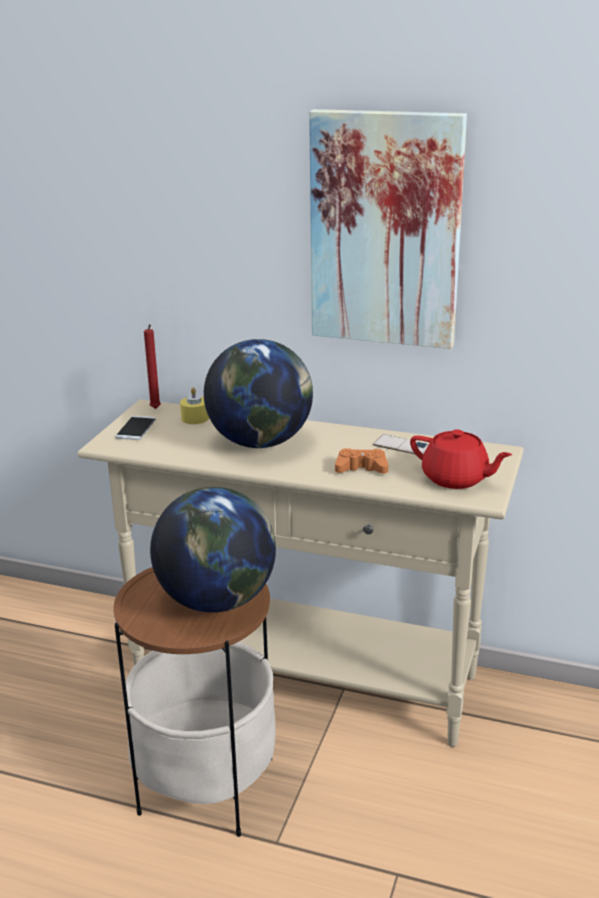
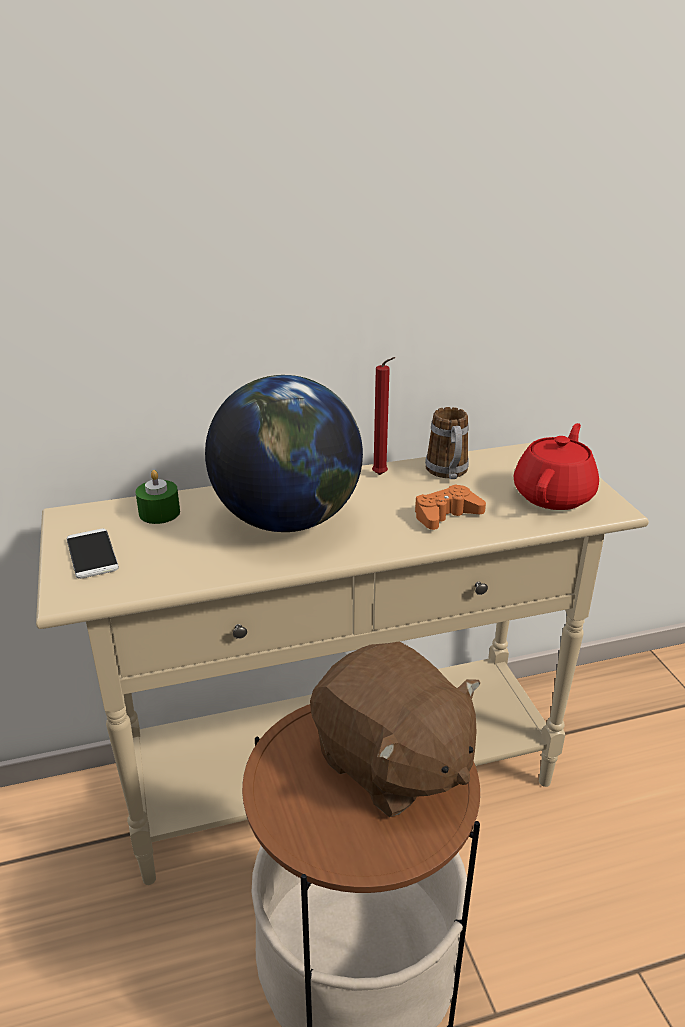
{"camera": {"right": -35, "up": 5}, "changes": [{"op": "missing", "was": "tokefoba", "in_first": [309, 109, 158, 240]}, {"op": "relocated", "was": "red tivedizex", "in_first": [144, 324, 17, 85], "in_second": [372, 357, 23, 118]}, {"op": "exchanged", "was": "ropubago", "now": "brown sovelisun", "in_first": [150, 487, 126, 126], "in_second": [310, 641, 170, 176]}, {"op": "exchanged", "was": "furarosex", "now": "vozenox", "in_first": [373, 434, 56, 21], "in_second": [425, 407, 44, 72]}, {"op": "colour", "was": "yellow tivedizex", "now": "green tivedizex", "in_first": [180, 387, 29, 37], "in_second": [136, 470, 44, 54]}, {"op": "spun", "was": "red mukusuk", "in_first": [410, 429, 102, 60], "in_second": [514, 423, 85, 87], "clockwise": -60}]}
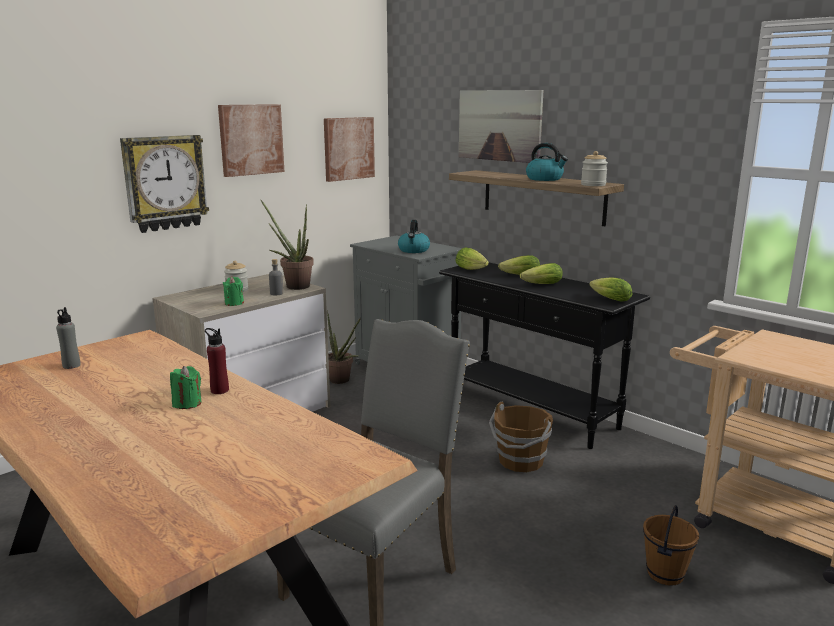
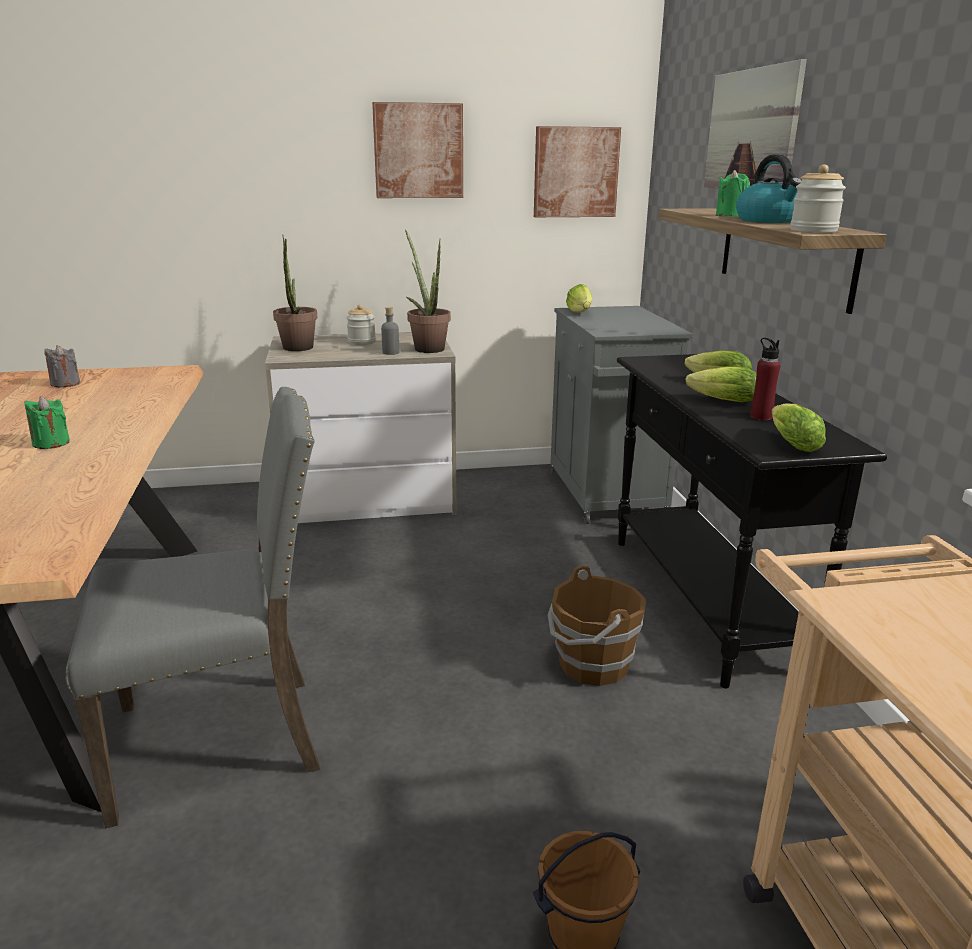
{"camera": {"right": 35, "up": 5}, "changes": [{"op": "missing", "was": "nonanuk", "in_first": [120, 135, 89, 98]}, {"op": "missing", "was": "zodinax", "in_first": [398, 220, 32, 33]}, {"op": "relocated", "was": "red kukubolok", "in_first": [205, 328, 24, 66], "in_second": [750, 338, 31, 82]}, {"op": "relocated", "was": "green tivedizex", "in_first": [223, 277, 21, 29], "in_second": [716, 170, 34, 46]}, {"op": "relocated", "was": "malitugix", "in_first": [327, 310, 34, 74], "in_second": [273, 235, 45, 116]}, {"op": "relocated", "was": "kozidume", "in_first": [455, 247, 34, 23], "in_second": [566, 284, 26, 29]}, {"op": "exchanged", "was": "grey kukubolok", "now": "grey tivedizex", "in_first": [56, 307, 25, 62], "in_second": [44, 345, 36, 42]}]}
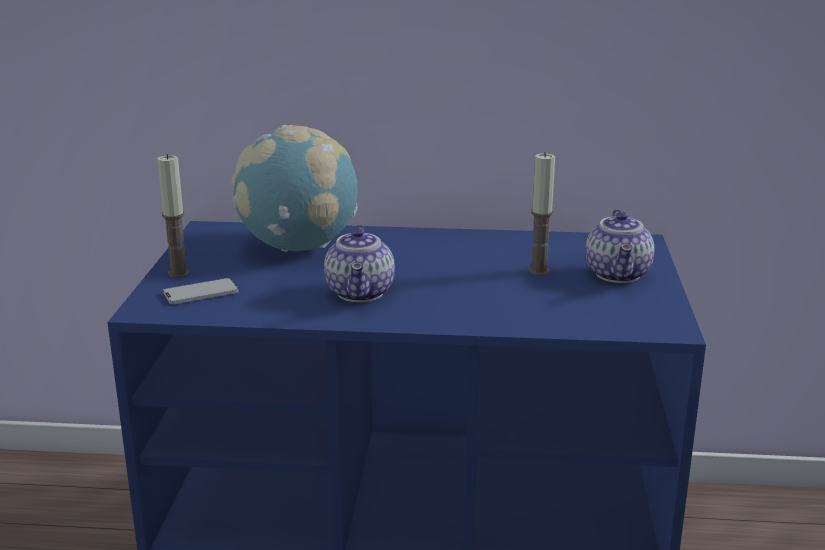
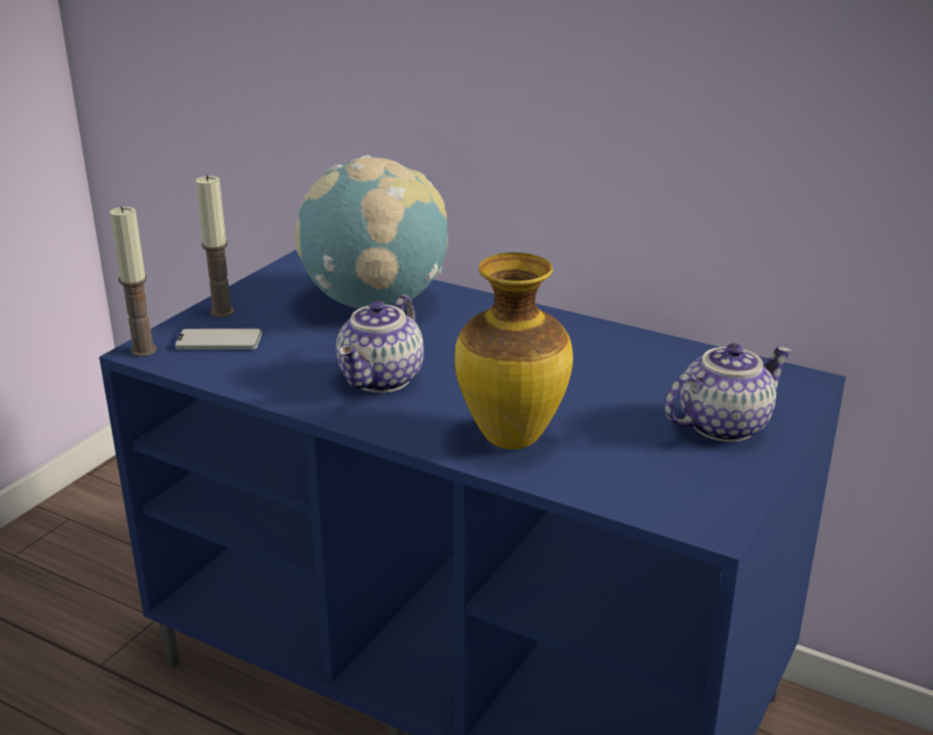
{"camera": {"right": 25, "up": 5}, "changes": [{"op": "appeared", "now": "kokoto", "in_second": [455, 252, 118, 197]}, {"op": "relocated", "was": "tivedizex", "in_first": [529, 152, 26, 123], "in_second": [109, 206, 48, 151]}, {"op": "spun", "was": "mukusuk", "in_first": [585, 209, 69, 74], "in_second": [665, 343, 127, 99], "clockwise": -150}]}
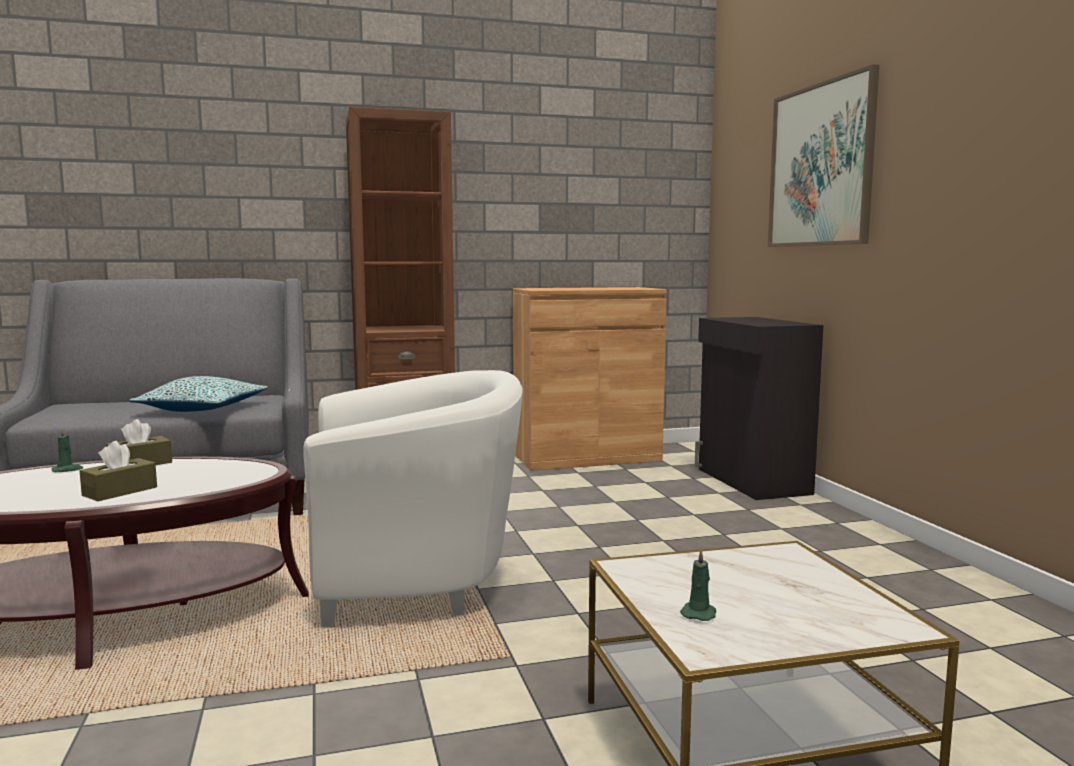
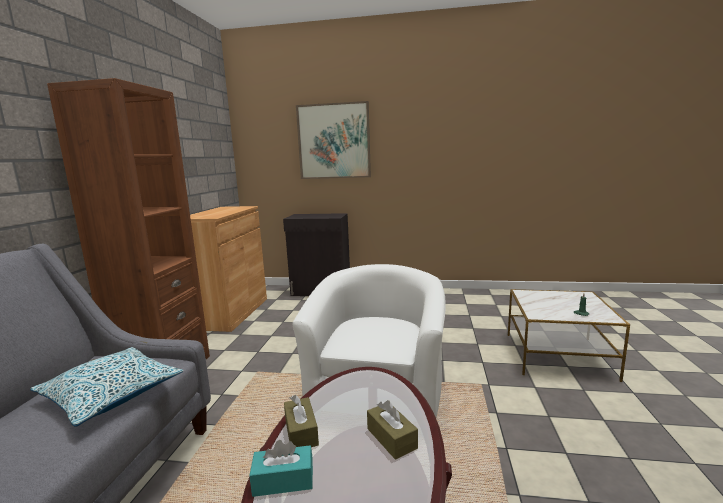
{"camera": {"right": -65, "up": 5}, "changes": [{"op": "exchanged", "was": "green tivedizex", "now": "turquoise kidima", "in_first": [52, 427, 31, 45], "in_second": [249, 440, 64, 57]}]}
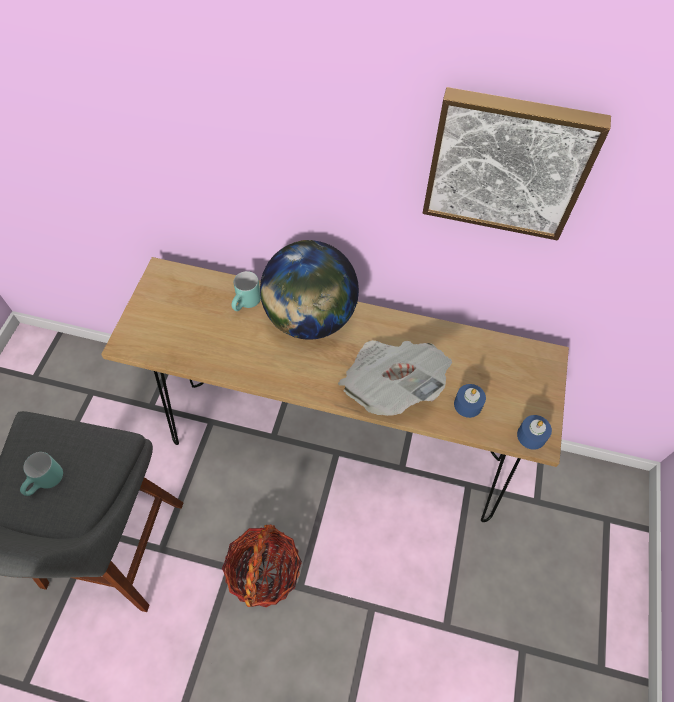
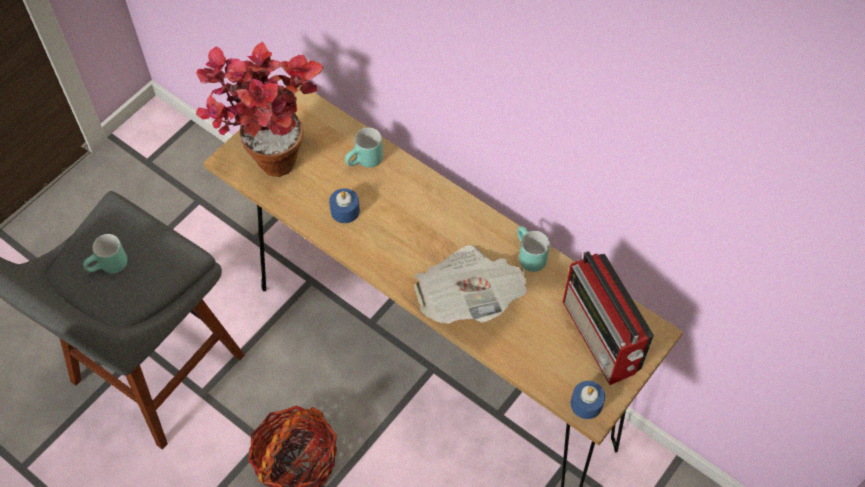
{"camera": {"right": 25, "up": 0}, "changes": [{"op": "missing", "was": "ropubago", "in_first": [260, 240, 99, 99]}, {"op": "missing", "was": "tokefoba", "in_first": [422, 87, 189, 154]}, {"op": "appeared", "now": "malitugix", "in_second": [196, 42, 128, 135]}, {"op": "appeared", "now": "turquoise vozenox", "in_second": [517, 226, 33, 46]}, {"op": "appeared", "now": "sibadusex", "in_second": [563, 251, 91, 134]}, {"op": "relocated", "was": "blue tivedizex", "in_first": [454, 384, 32, 34], "in_second": [329, 188, 31, 35]}]}
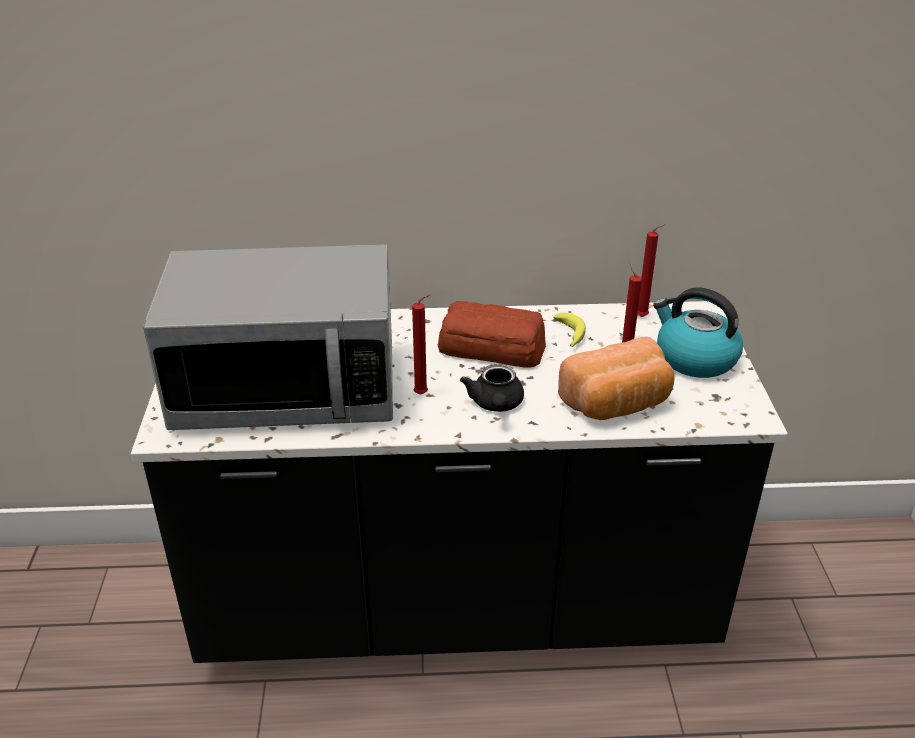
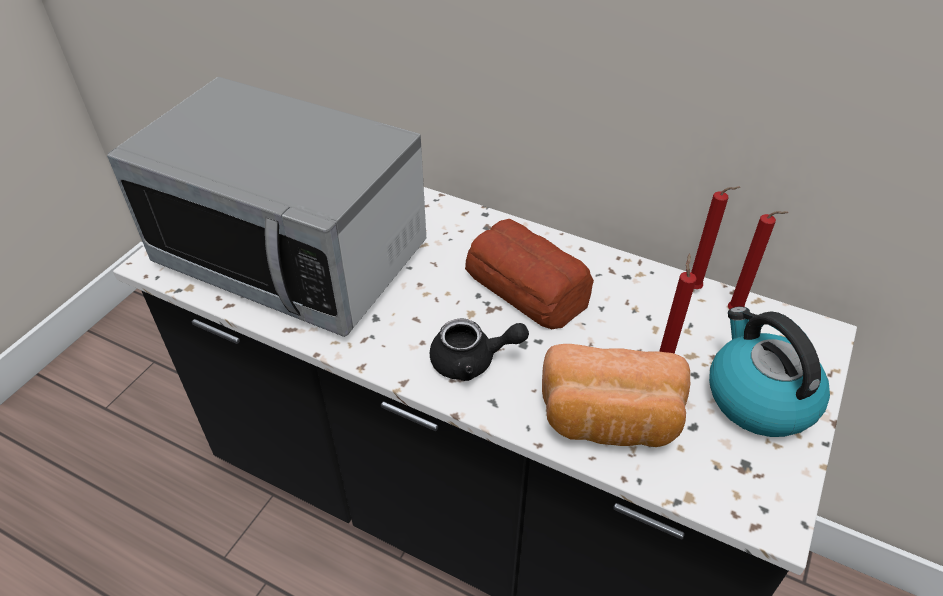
{"camera": {"right": 30, "up": 10}, "changes": [{"op": "missing", "was": "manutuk", "in_first": [553, 313, 33, 34]}, {"op": "relocated", "was": "red tivedizex", "in_first": [412, 294, 19, 101], "in_second": [691, 186, 50, 103]}, {"op": "spun", "was": "black mukusuk", "in_first": [460, 364, 64, 48], "in_second": [430, 318, 99, 63], "clockwise": -120}]}
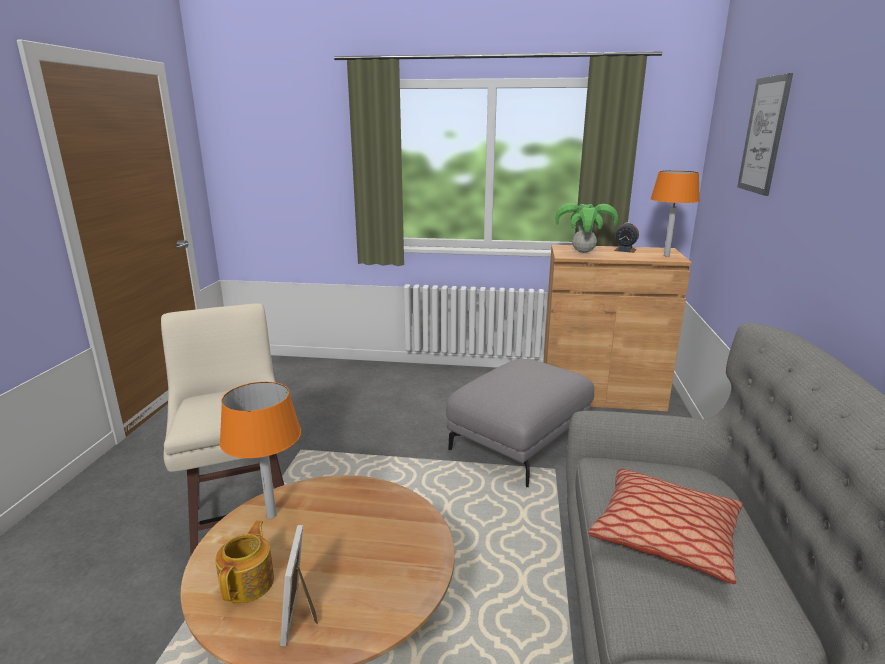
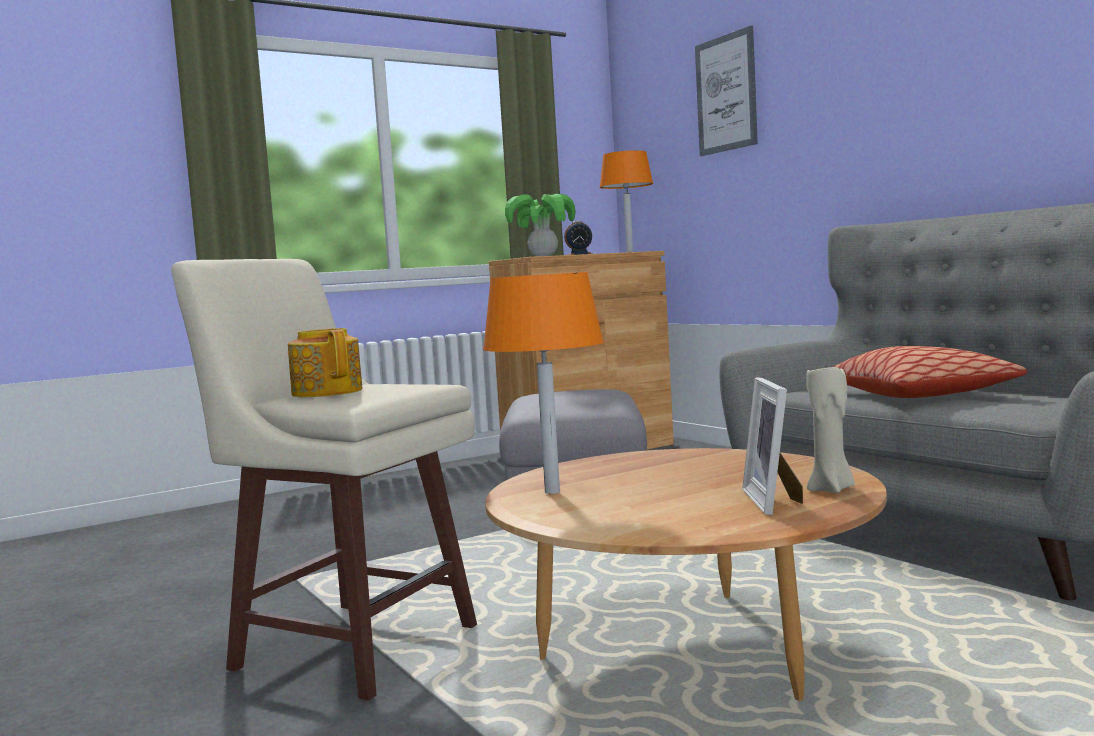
{"camera": {"right": -40, "up": -15}, "changes": [{"op": "appeared", "now": "beige tivedizex", "in_second": [806, 366, 49, 127]}, {"op": "relocated", "was": "mukusuk", "in_first": [215, 520, 59, 84], "in_second": [288, 328, 74, 69]}, {"op": "spun", "was": "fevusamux", "in_first": [280, 525, 38, 122], "in_second": [742, 377, 61, 138], "clockwise": 45}]}
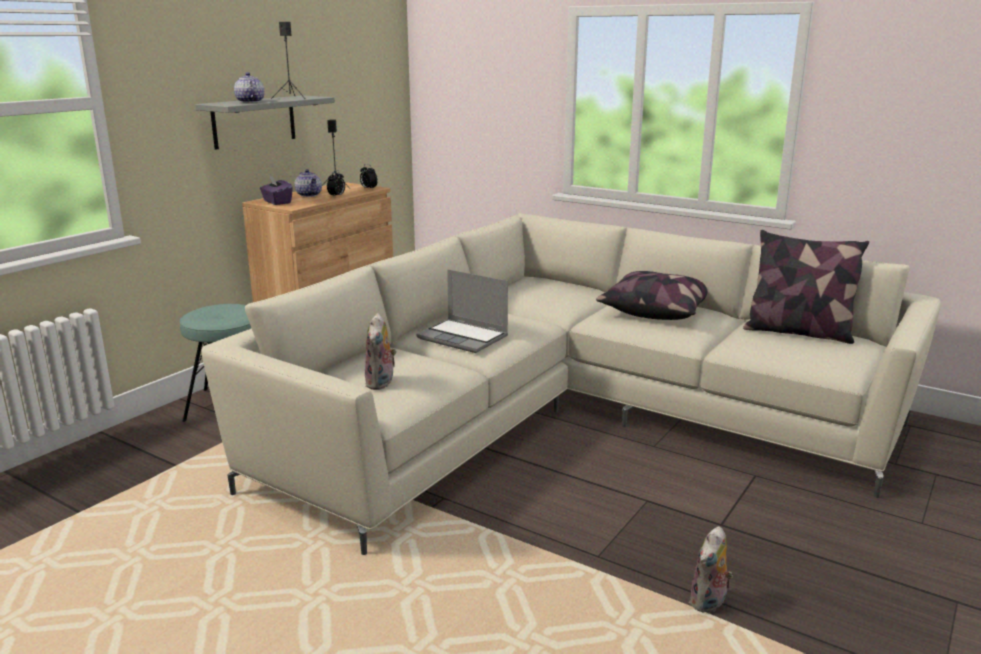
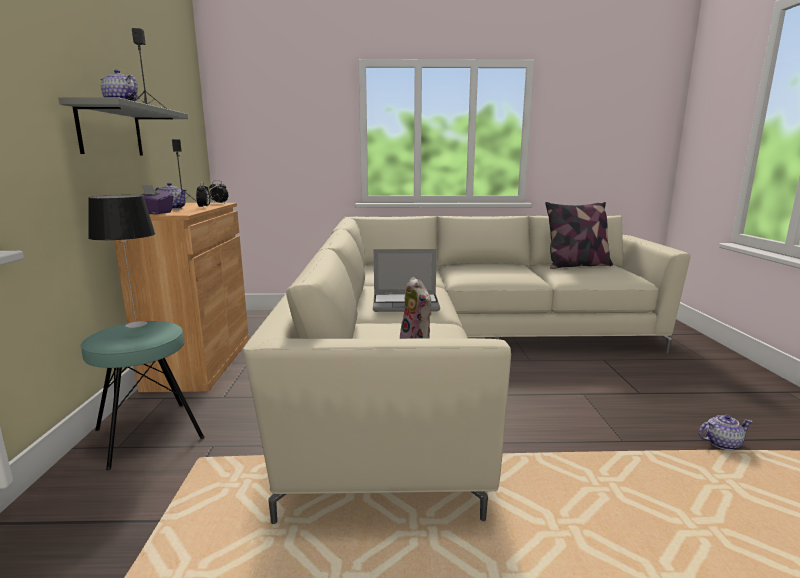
{"camera": {"right": -35, "up": -5}, "changes": [{"op": "missing", "was": "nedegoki", "in_first": [596, 271, 111, 49]}, {"op": "appeared", "now": "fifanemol", "in_second": [88, 195, 67, 133]}, {"op": "exchanged", "was": "sovelisun", "now": "mukusuk", "in_first": [689, 526, 44, 88], "in_second": [698, 414, 54, 36]}]}
